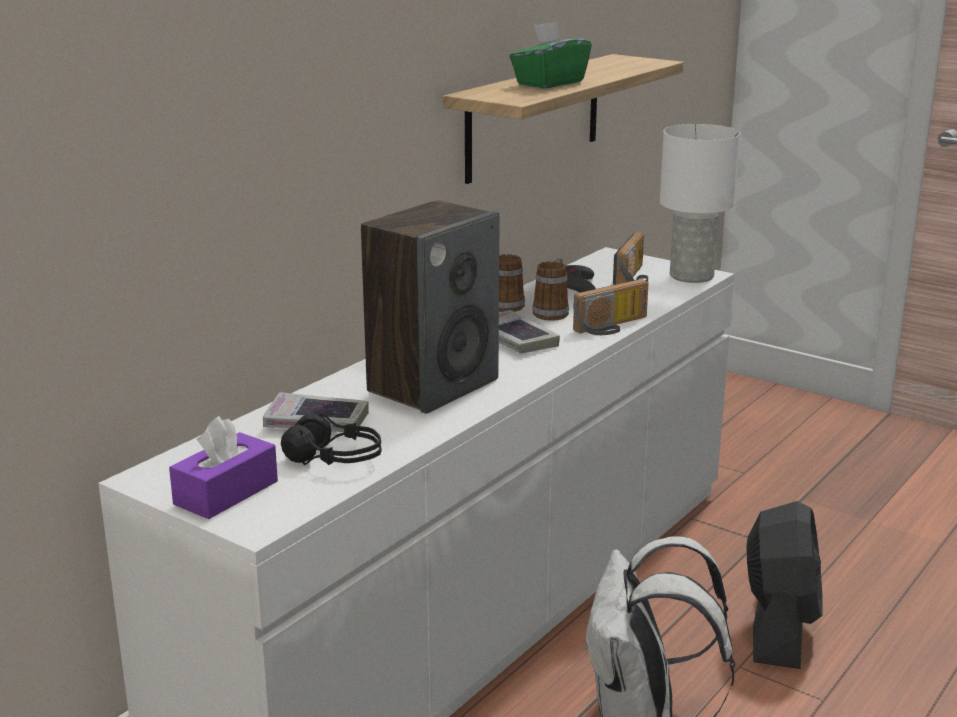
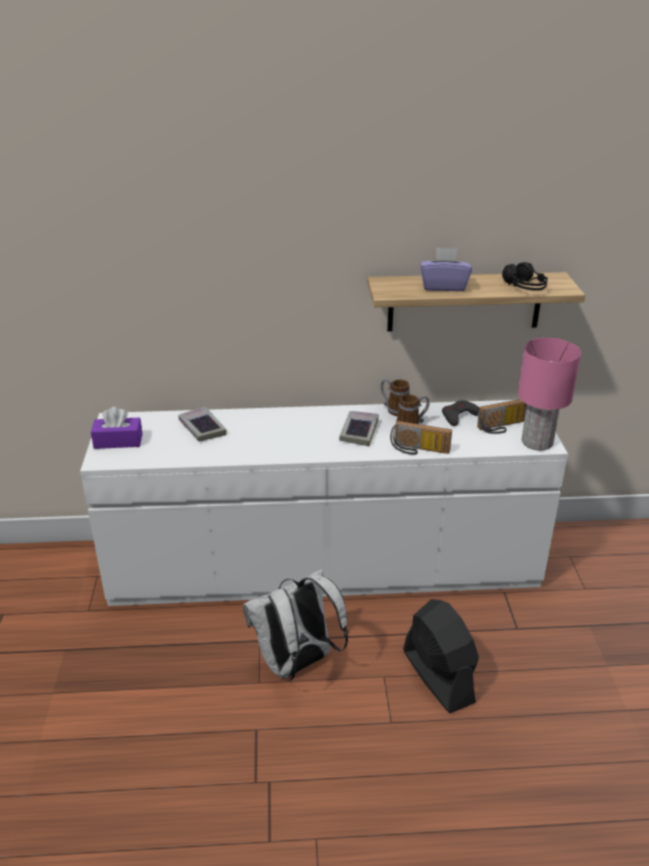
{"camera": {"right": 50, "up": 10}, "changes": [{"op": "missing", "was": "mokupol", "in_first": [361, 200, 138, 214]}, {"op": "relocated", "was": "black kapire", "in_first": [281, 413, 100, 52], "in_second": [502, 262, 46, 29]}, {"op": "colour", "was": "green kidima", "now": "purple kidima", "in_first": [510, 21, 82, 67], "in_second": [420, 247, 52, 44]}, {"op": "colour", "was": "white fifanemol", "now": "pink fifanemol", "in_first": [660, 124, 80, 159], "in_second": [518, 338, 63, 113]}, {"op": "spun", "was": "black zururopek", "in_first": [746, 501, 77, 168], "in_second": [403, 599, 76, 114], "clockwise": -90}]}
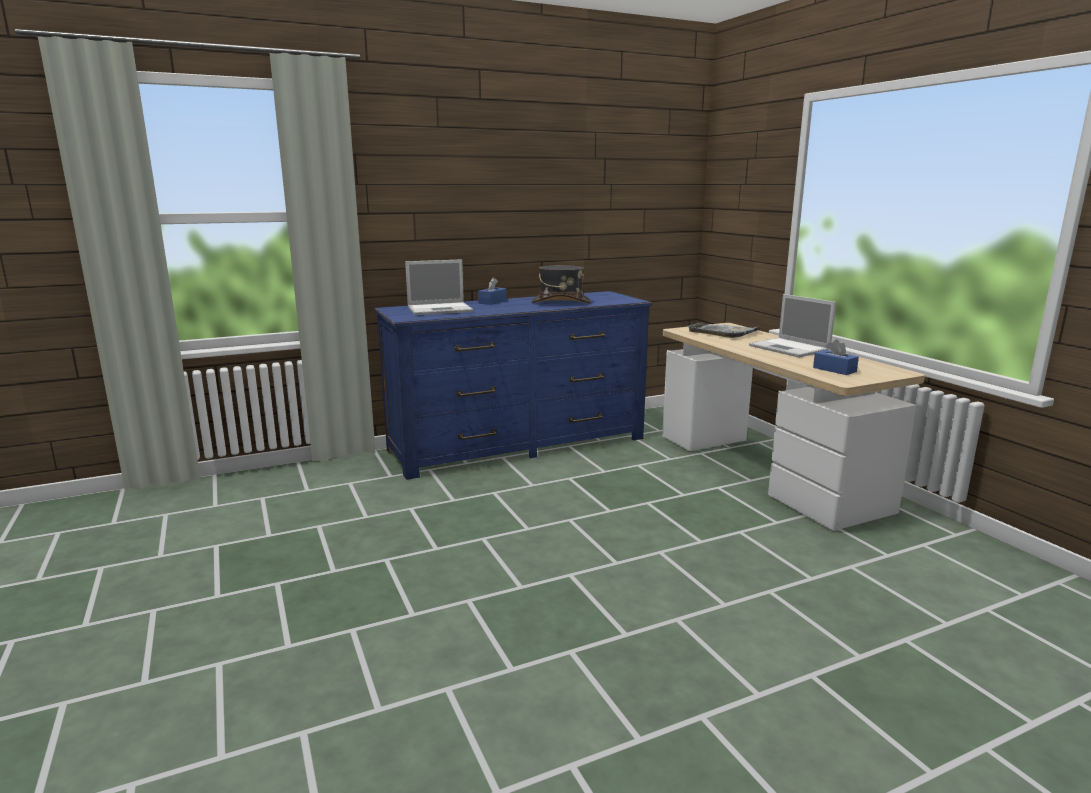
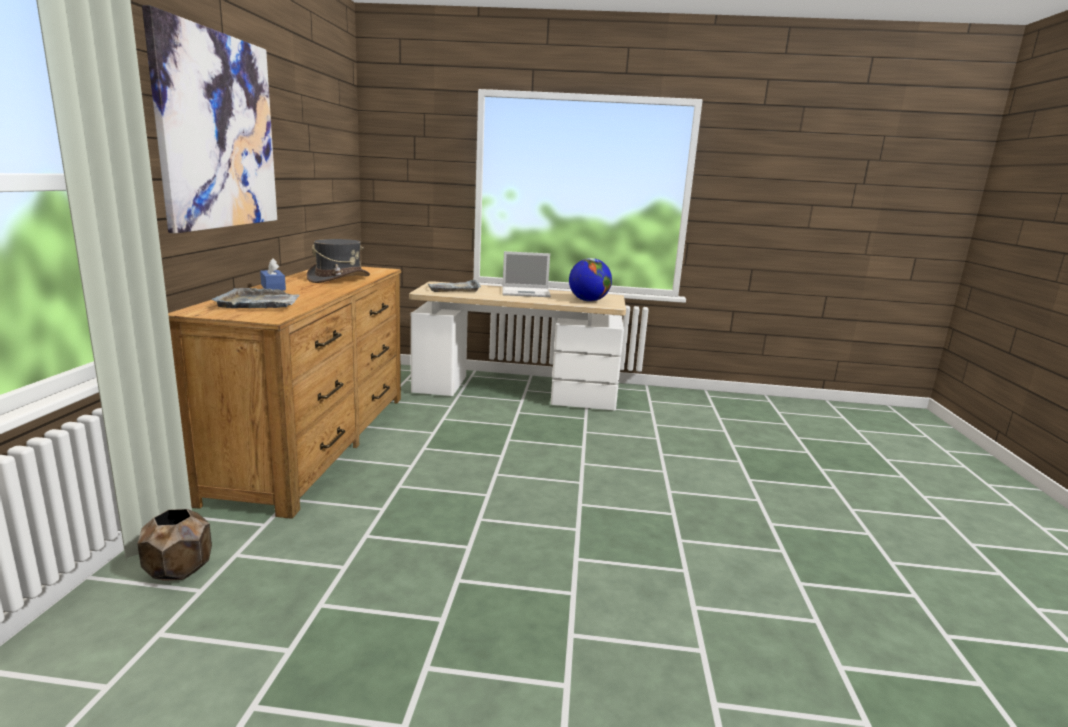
{"camera": {"right": -60, "up": 0}, "changes": [{"op": "appeared", "now": "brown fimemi", "in_second": [137, 509, 75, 72]}, {"op": "appeared", "now": "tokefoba", "in_second": [142, 5, 135, 229]}, {"op": "exchanged", "was": "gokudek", "now": "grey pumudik", "in_first": [405, 259, 68, 56], "in_second": [211, 288, 88, 20]}, {"op": "exchanged", "was": "blue kidima", "now": "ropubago", "in_first": [813, 339, 46, 36], "in_second": [569, 258, 43, 44]}, {"op": "colour", "was": "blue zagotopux", "now": "brown zagotopux", "in_first": [374, 291, 278, 189], "in_second": [168, 266, 233, 253]}]}
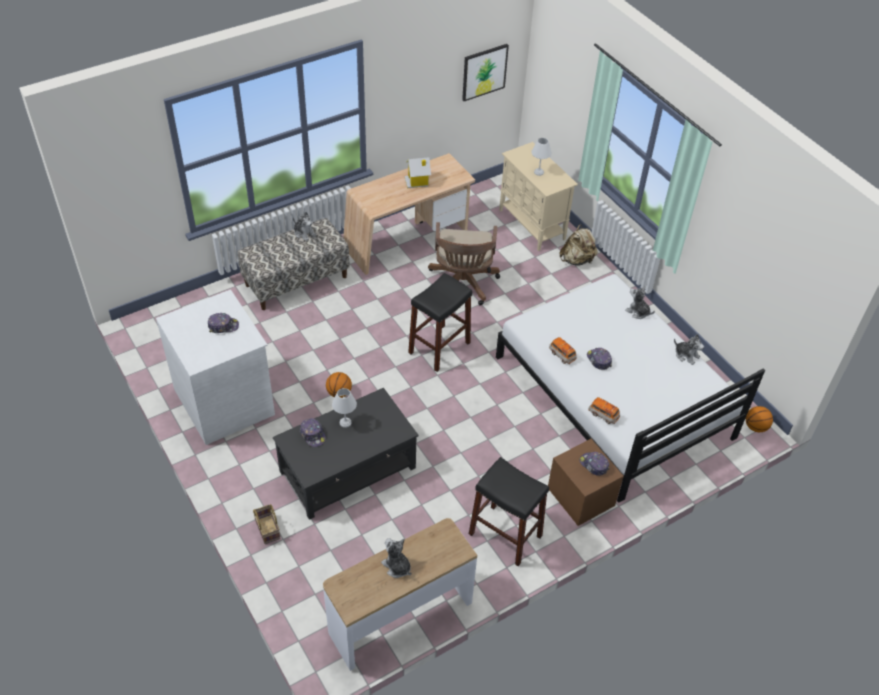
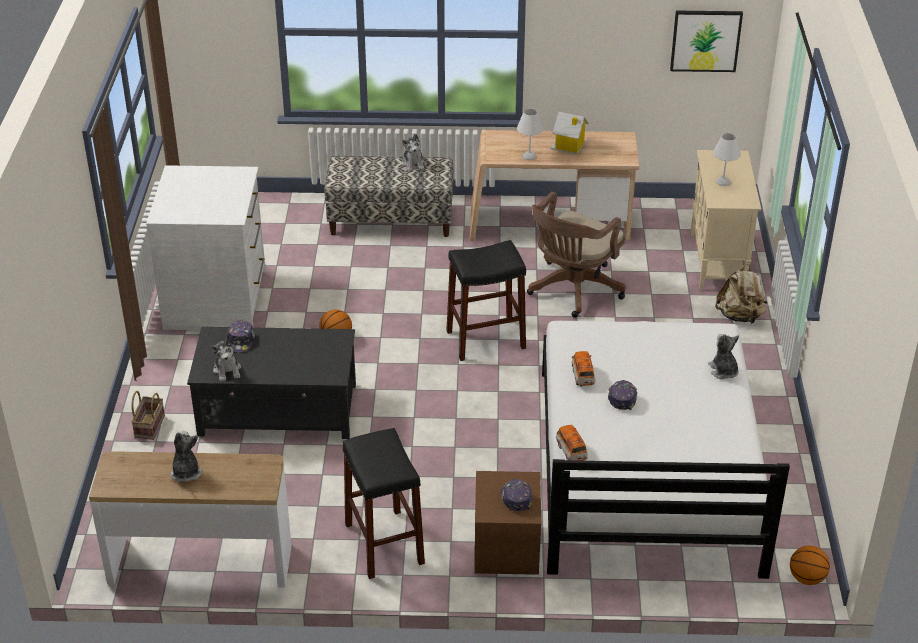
{"camera": {"right": 35, "up": -10}, "changes": [{"op": "missing", "was": "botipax", "in_first": [208, 313, 31, 20]}, {"op": "relocated", "was": "white fifanemol", "in_first": [332, 388, 25, 40], "in_second": [517, 108, 27, 52]}, {"op": "relocated", "was": "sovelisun", "in_first": [674, 334, 30, 31], "in_second": [210, 338, 31, 44]}]}
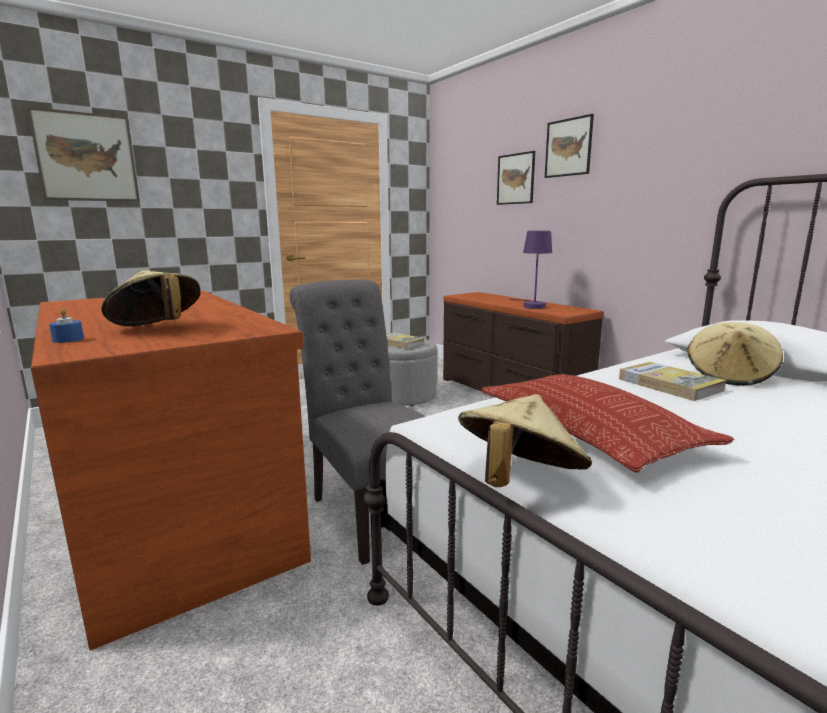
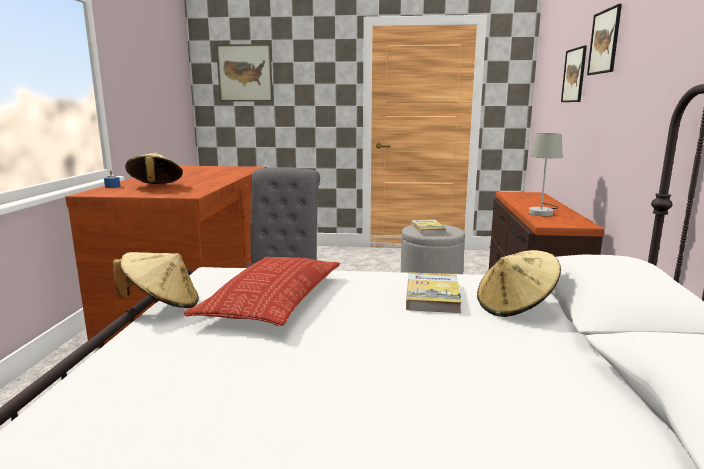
{"camera": {"right": 40, "up": 0}, "changes": [{"op": "colour", "was": "purple fifanemol", "now": "grey fifanemol", "in_first": [510, 231, 42, 78], "in_second": [529, 133, 34, 83]}]}
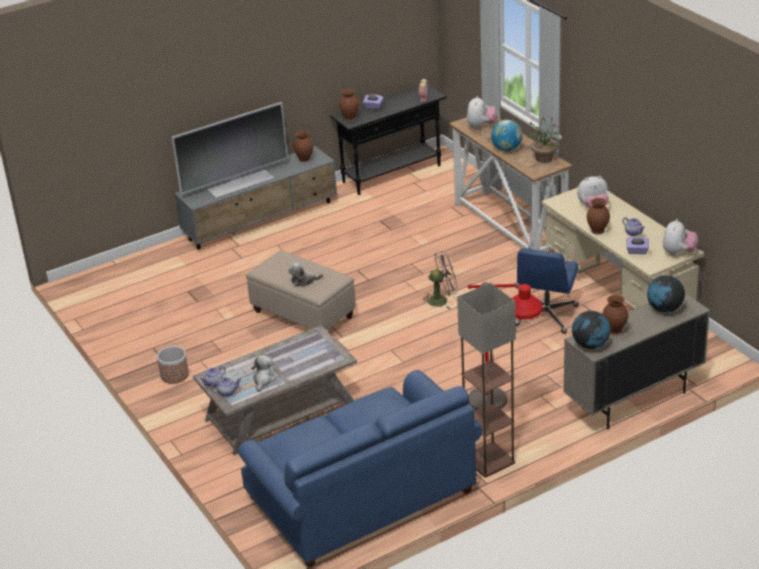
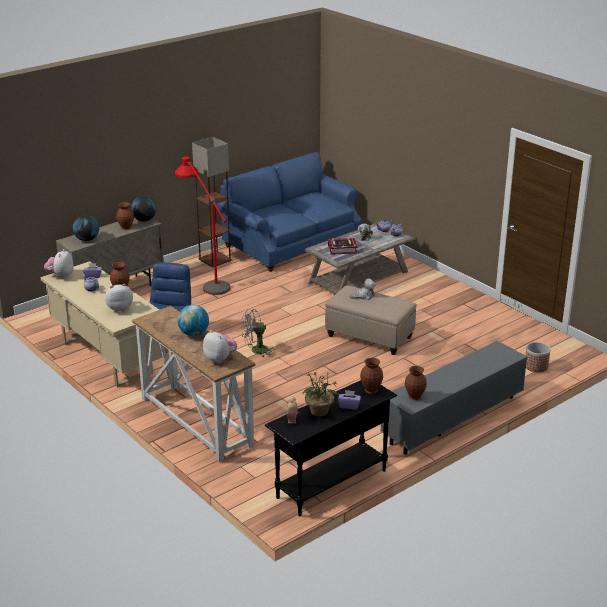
{"camera": {"right": 170, "up": -5}, "changes": [{"op": "missing", "was": "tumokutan", "in_first": [171, 102, 117, 96]}, {"op": "appeared", "now": "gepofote", "in_second": [328, 238, 30, 17]}, {"op": "relocated", "was": "fimemi", "in_first": [157, 346, 32, 38], "in_second": [525, 342, 25, 30]}, {"op": "relocated", "was": "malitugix", "in_first": [526, 117, 34, 46], "in_second": [302, 371, 37, 45]}, {"op": "spun", "was": "sovelisun", "in_first": [467, 96, 30, 33], "in_second": [203, 330, 34, 34], "clockwise": 135}]}
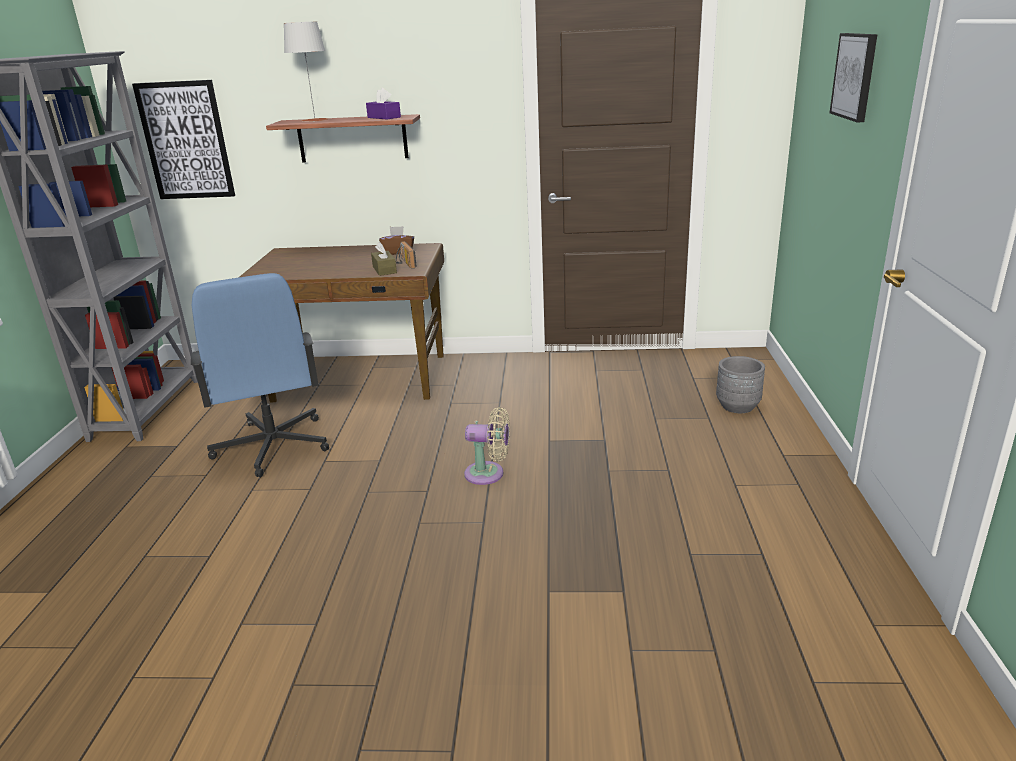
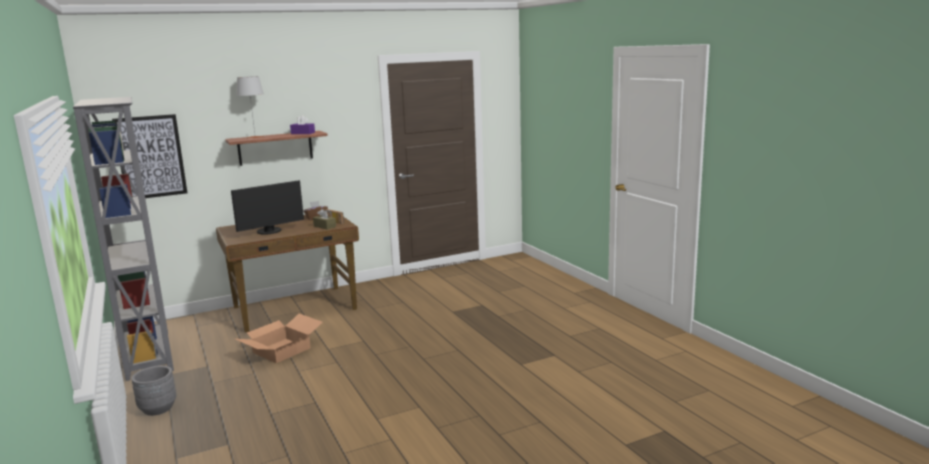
{"camera": {"right": -30, "up": -10}, "changes": [{"op": "missing", "was": "beige zururopek", "in_first": [464, 407, 46, 78]}, {"op": "missing", "was": "tokefoba", "in_first": [830, 33, 47, 90]}, {"op": "appeared", "now": "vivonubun", "in_second": [231, 180, 73, 55]}, {"op": "relocated", "was": "grey fimemi", "in_first": [716, 356, 49, 57], "in_second": [131, 366, 45, 50]}, {"op": "exchanged", "was": "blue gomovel", "now": "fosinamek", "in_first": [191, 273, 138, 204], "in_second": [235, 314, 88, 49]}]}
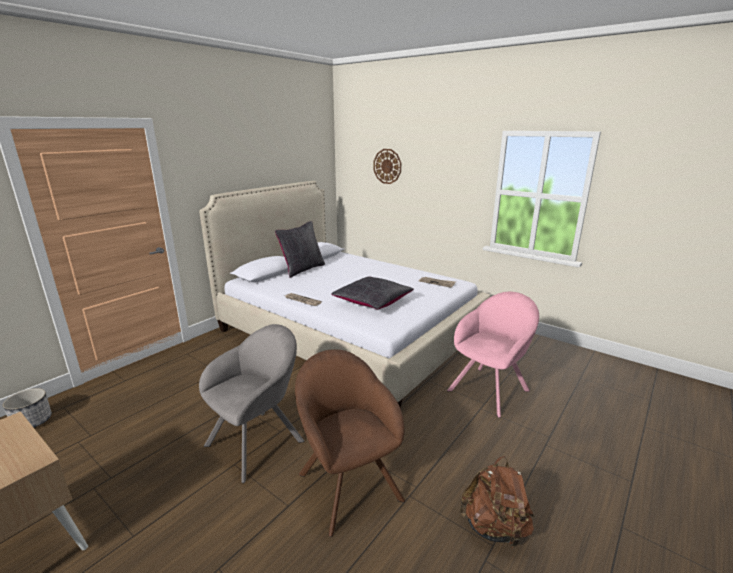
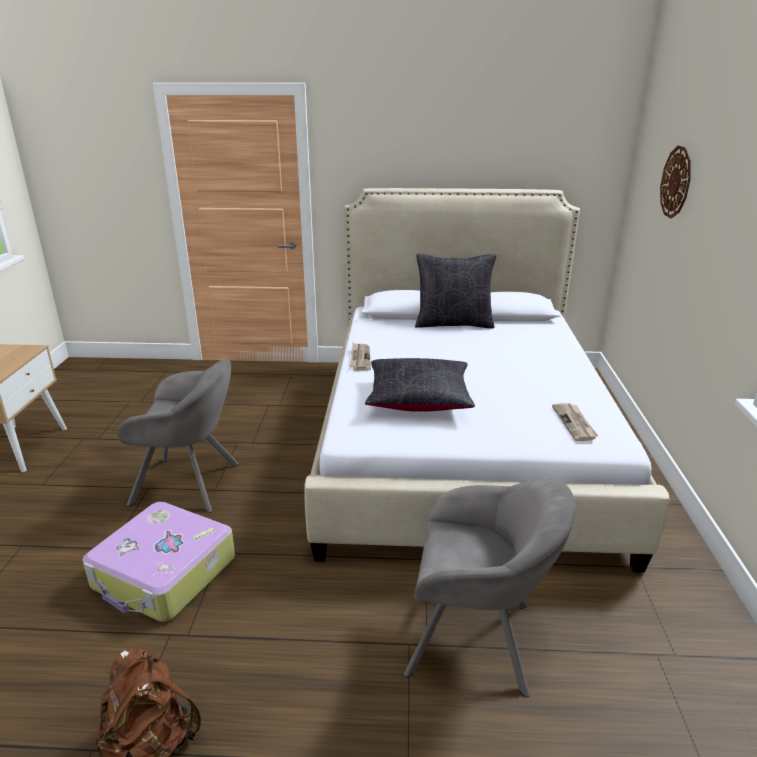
{"camera": {"right": 55, "up": 5}, "changes": [{"op": "missing", "was": "fimemi", "in_first": [3, 388, 49, 40]}, {"op": "exchanged", "was": "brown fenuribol", "now": "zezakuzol", "in_first": [295, 349, 110, 188], "in_second": [82, 502, 153, 120]}, {"op": "colour", "was": "pink fenuribol", "now": "grey fenuribol", "in_first": [447, 292, 92, 126], "in_second": [404, 479, 171, 218]}]}
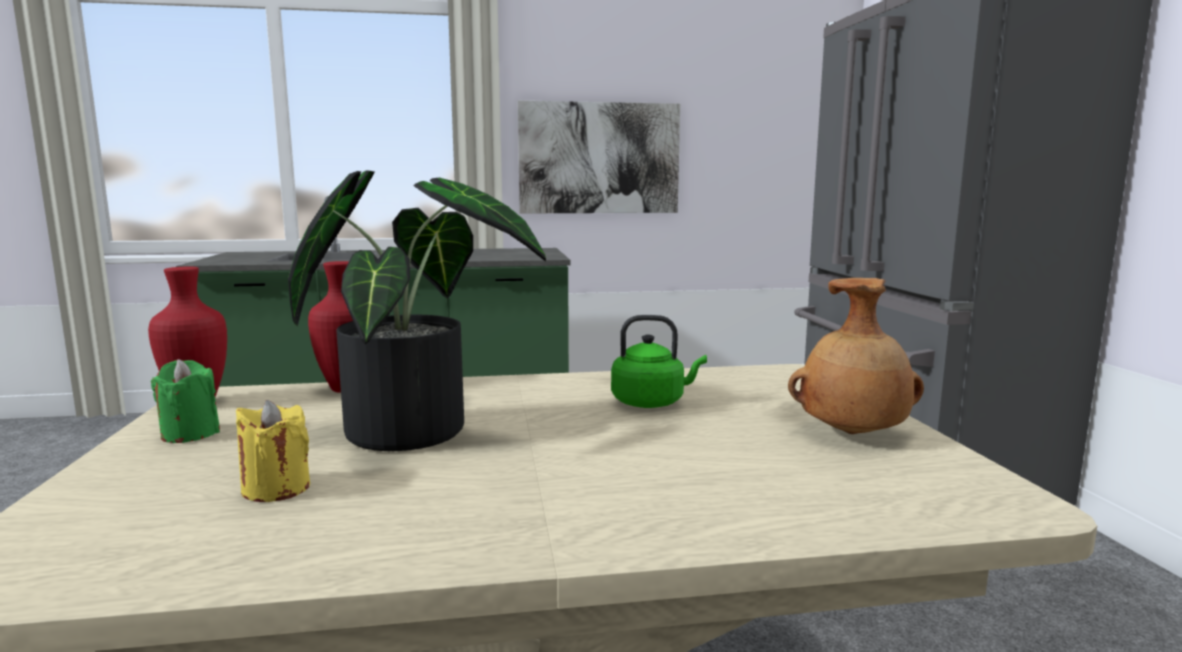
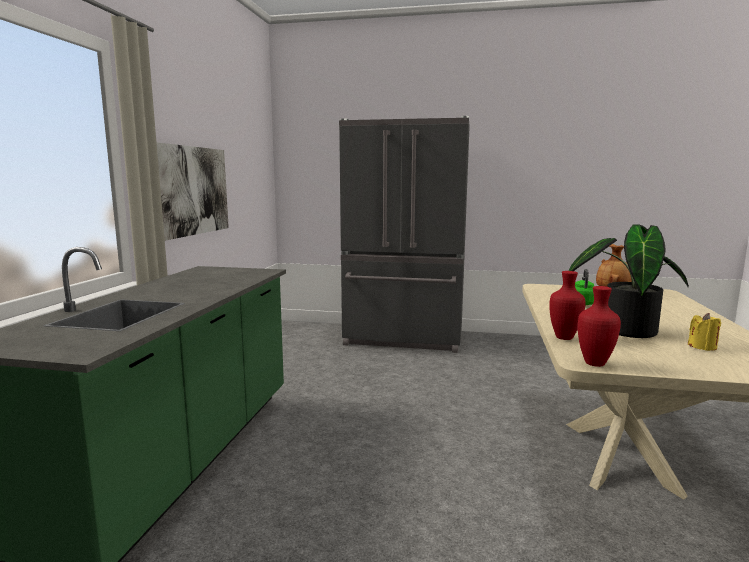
{"camera": {"right": -70, "up": 0}, "changes": [{"op": "missing", "was": "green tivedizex", "in_first": [151, 359, 69, 84]}]}
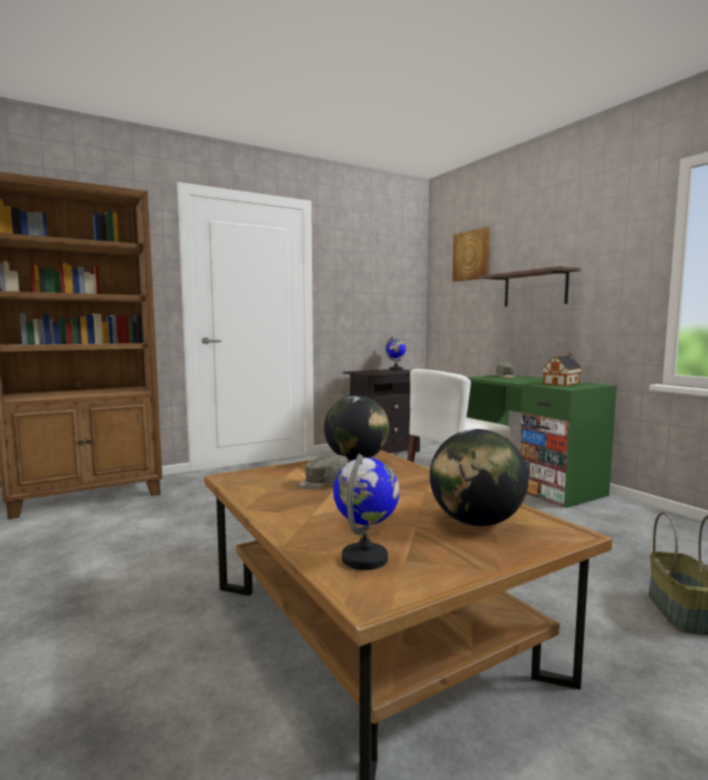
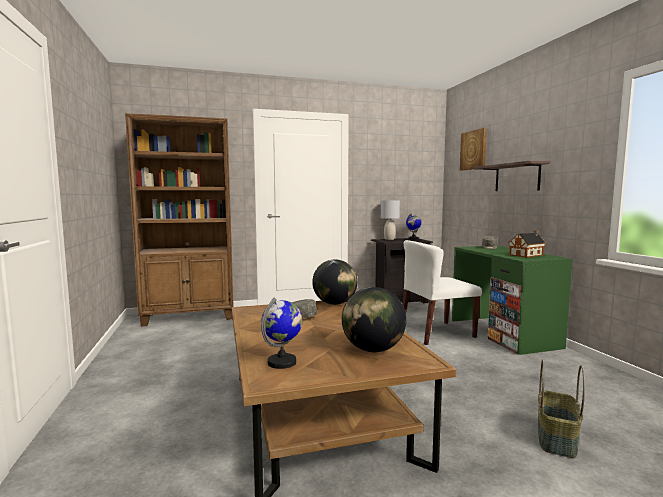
{"camera": {"right": 15, "up": 0}, "changes": [{"op": "appeared", "now": "grey fifanemol", "in_second": [381, 200, 19, 40]}]}
